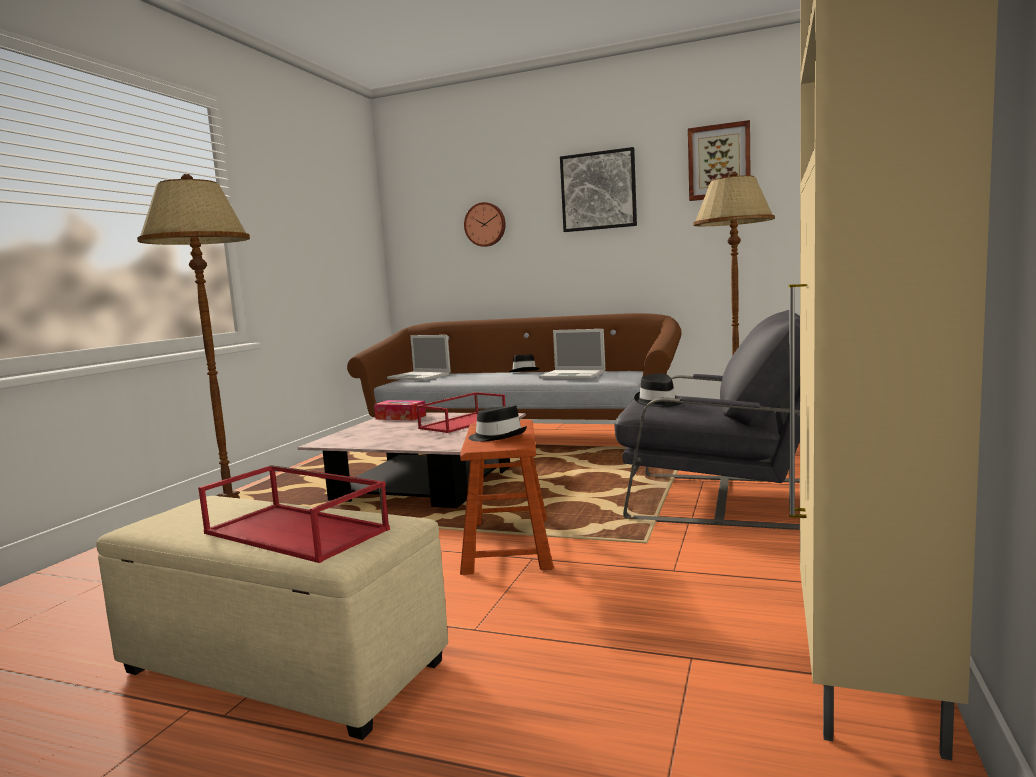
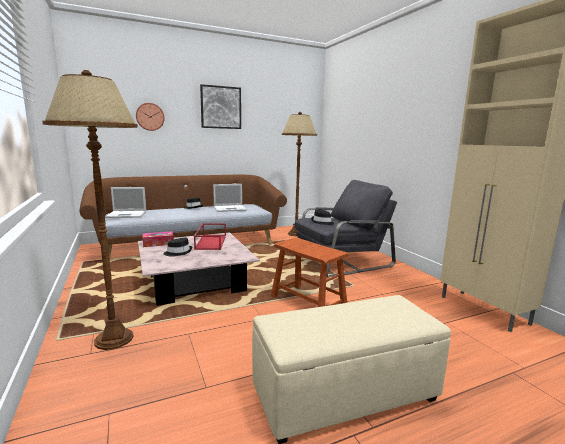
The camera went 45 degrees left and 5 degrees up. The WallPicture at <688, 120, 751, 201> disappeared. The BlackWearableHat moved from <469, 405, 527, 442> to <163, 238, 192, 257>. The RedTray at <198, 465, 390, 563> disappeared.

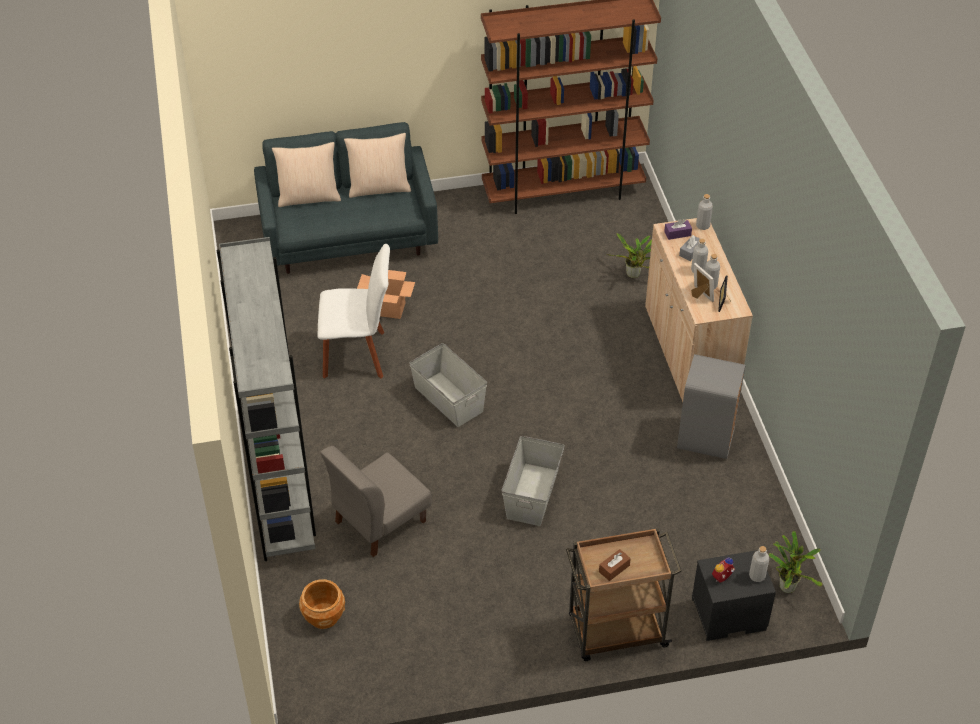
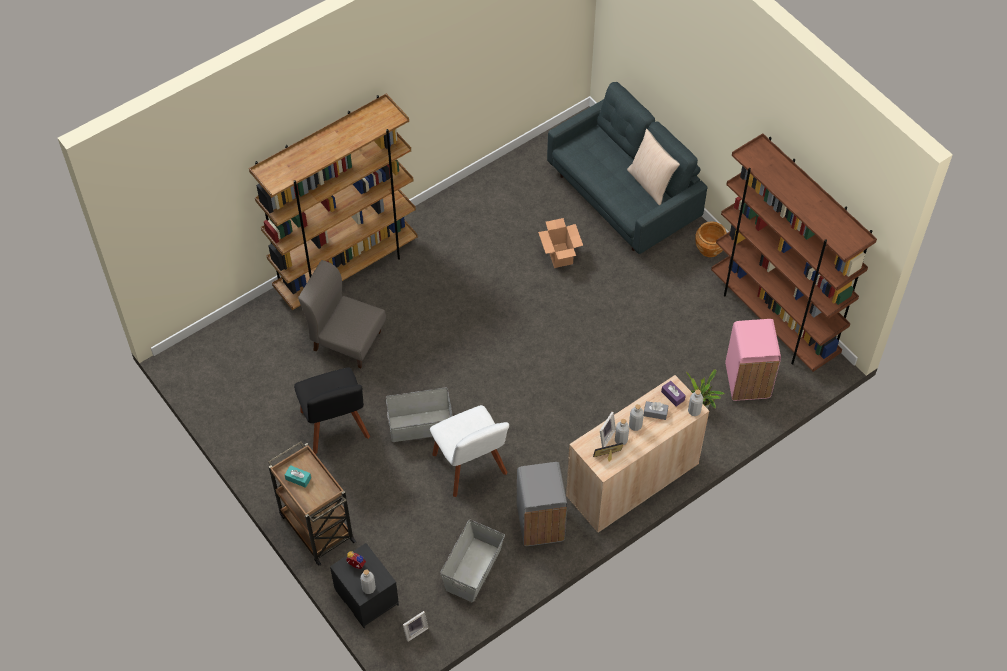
The camera went 65 degrees right and 10 degrees up. The BeigeCushion at <272, 142, 341, 207> disappeared. The GreyBookshelf at <217, 237, 316, 561> became the BrownishBookshelf at <249, 94, 418, 310>. The WhiteColouredUprightChair moved from <317, 244, 390, 379> to <430, 405, 509, 497>. The GreyStorageBox moved from <409, 343, 487, 427> to <440, 520, 505, 602>. The Houseplant at <769, 531, 823, 593> was replaced by the PictureFrame at <403, 611, 429, 642>. The BrownishTissueBox at <599, 549, 631, 581> became the TurquoiseTissueBox at <285, 465, 311, 488>. The BrownishPlanter moved from <299, 579, 345, 629> to <695, 221, 727, 257>. The PinkColouredTrashCan at <725, 319, 781, 401> appeared. The BlackUprightChair at <294, 368, 370, 454> appeared.

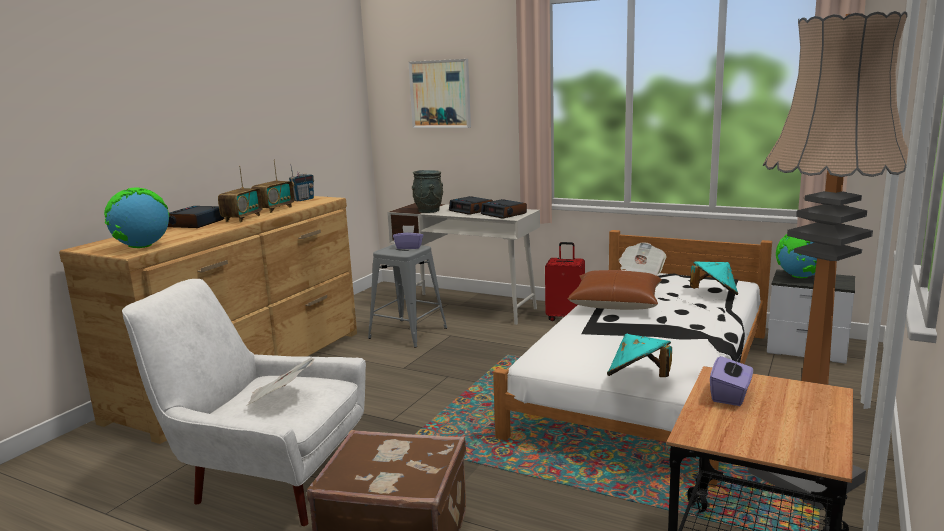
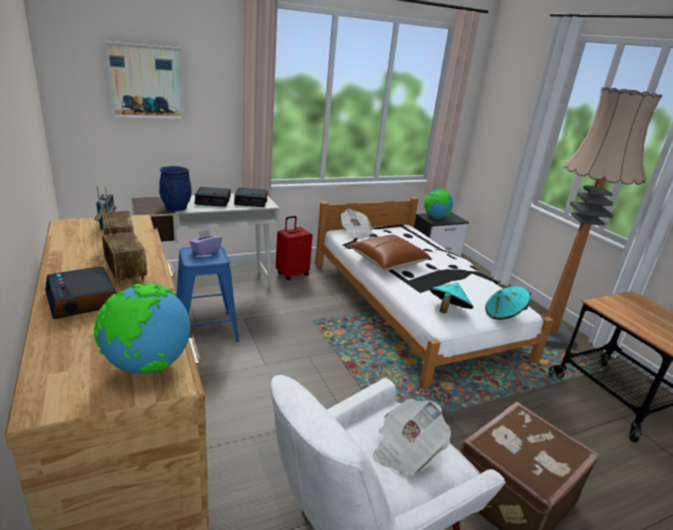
The camera went 55 degrees left and 10 degrees up. The GreyVase at <412, 170, 443, 213> became the BluishVase at <159, 166, 192, 211>. The GreyStoolSeat at <368, 244, 447, 348> became the BluishStoolSeat at <177, 246, 239, 341>. The TurquoiseWearableHat moved from <690, 261, 738, 295> to <430, 283, 474, 313>. The PurplishTissueBox at <710, 353, 753, 406> disappeared.

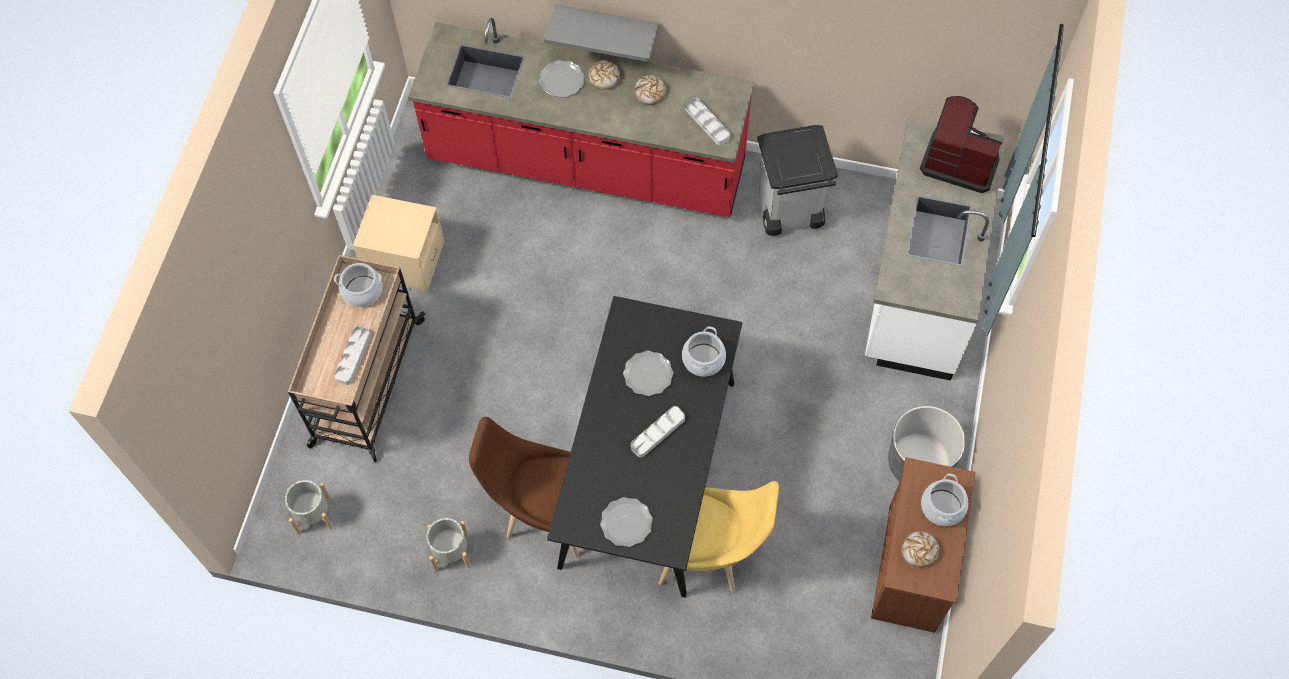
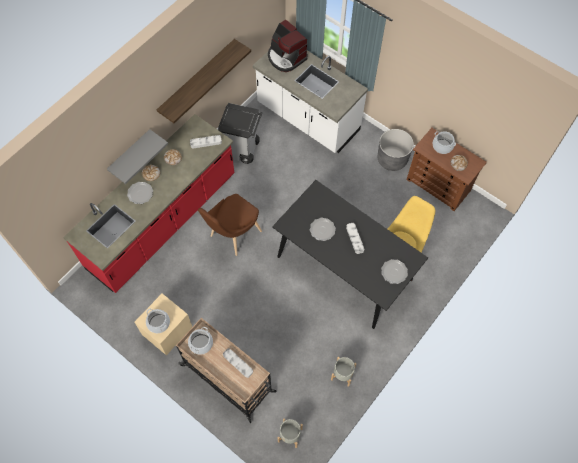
The camera went 65 degrees left and 0 degrees up. The CoffeeMachine at <920, 96, 1002, 193> turned 90 degrees counterclockwise. The CookingPot moved from <682, 326, 726, 377> to <146, 309, 170, 333>. The BrownishUprightChair moved from <469, 417, 579, 558> to <198, 194, 262, 256>. The Shelf at <157, 39, 251, 123> appeared.

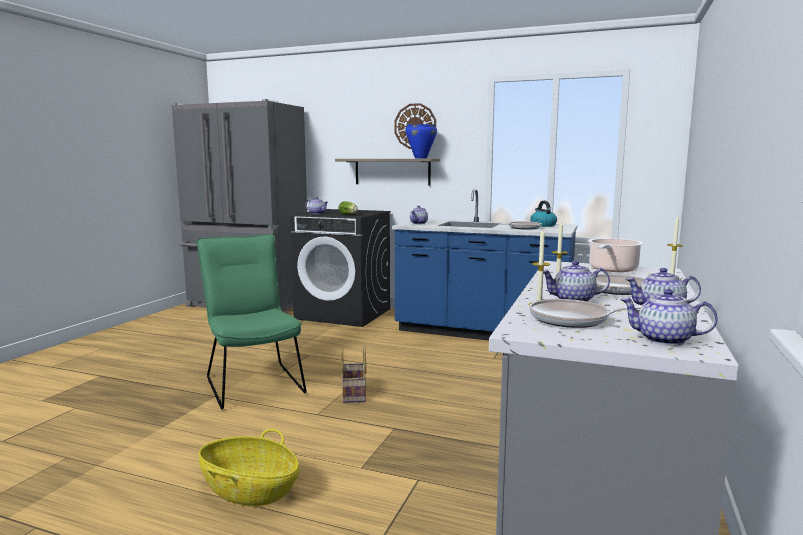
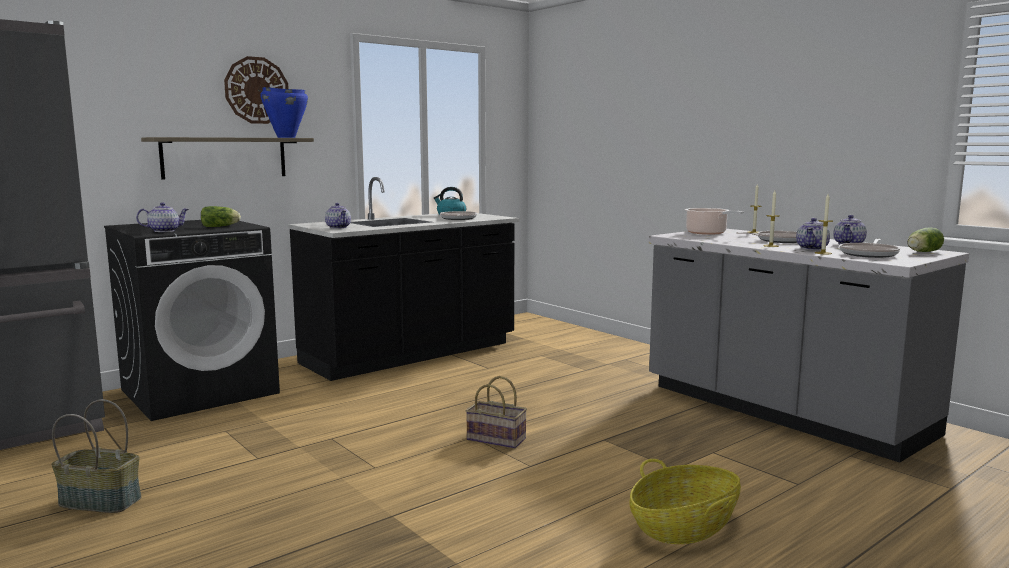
The camera went 60 degrees left and 0 degrees up. The BluishKitchenCounter at <392, 189, 577, 341> became the BlackKitchenCounter at <288, 177, 519, 381>. The GreenishUprightChair at <196, 234, 307, 409> disappeared. The PotForTea at <620, 289, 718, 346> was replaced by the LettuceHead at <907, 228, 944, 252>. The HouseholdBasket at <51, 399, 141, 513> appeared.

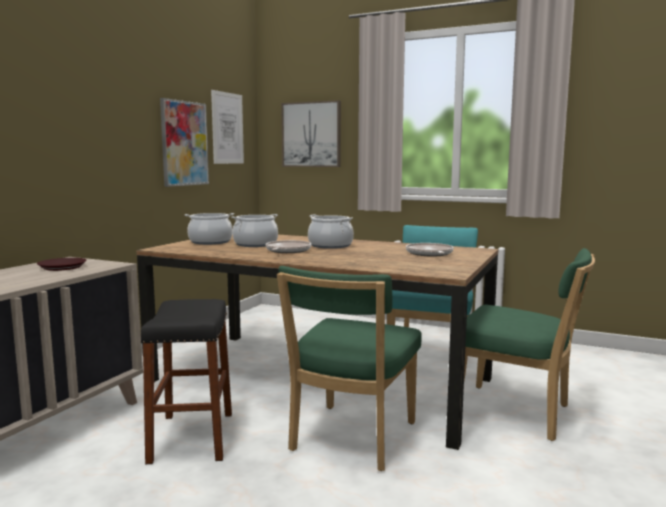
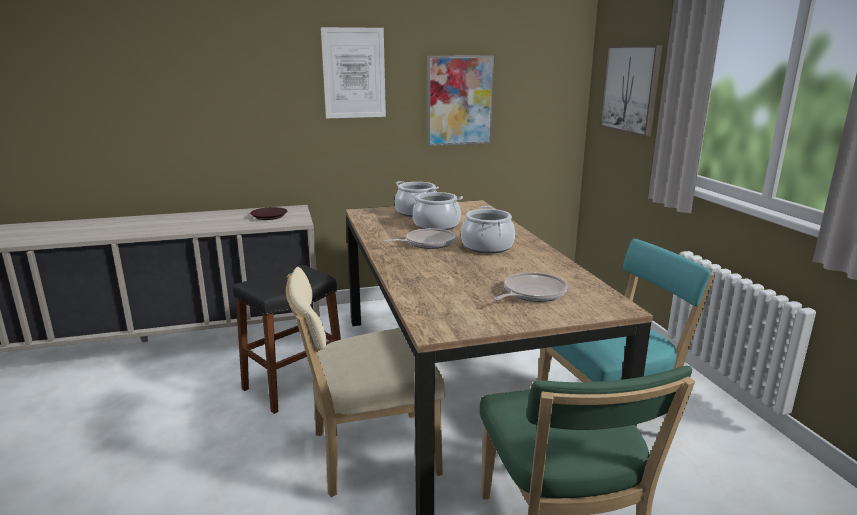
The camera went 50 degrees right and 10 degrees up. The WallPicture moved from <211, 90, 244, 164> to <321, 27, 386, 119>. The GreenishUprightChair at <277, 266, 421, 471> became the BeigeUprightChair at <286, 267, 445, 497>.

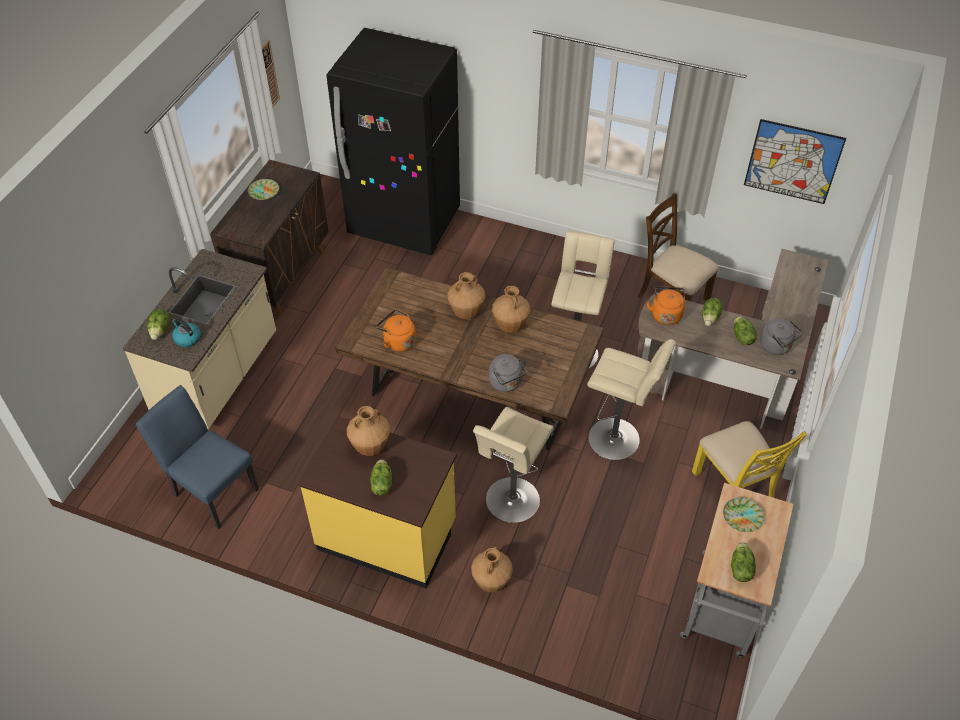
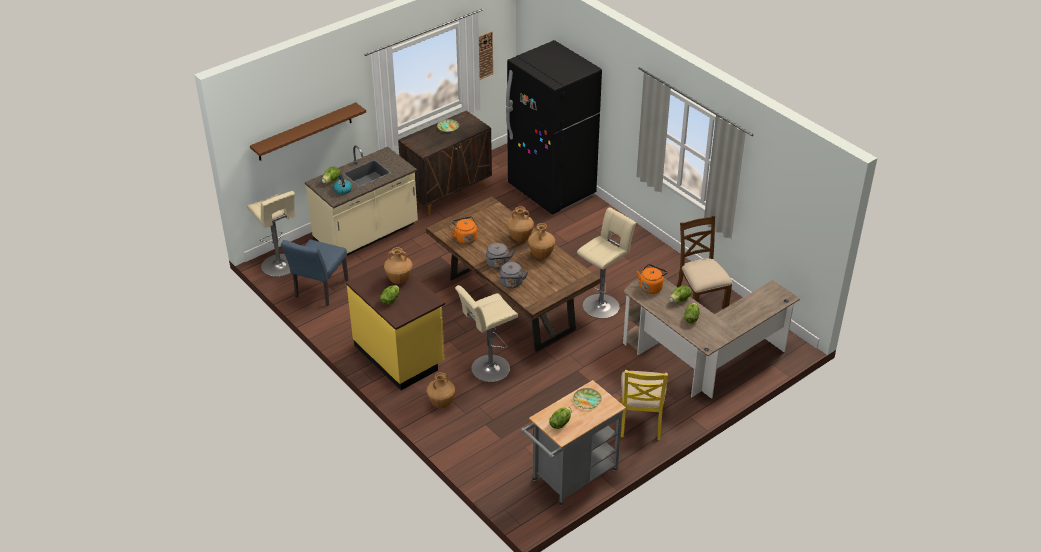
The camera went 30 degrees right and 10 degrees down. The WallPicture at <744, 119, 846, 204> disappeared. The GreyWaterKettle moved from <760, 319, 803, 355> to <486, 243, 514, 269>. The BeigeStoolSeat moved from <587, 339, 676, 460> to <247, 191, 295, 277>. The BluishUprightChair at <136, 385, 259, 529> turned 135 degrees counterclockwise. The BrownishShelf at <250, 103, 366, 160> appeared.

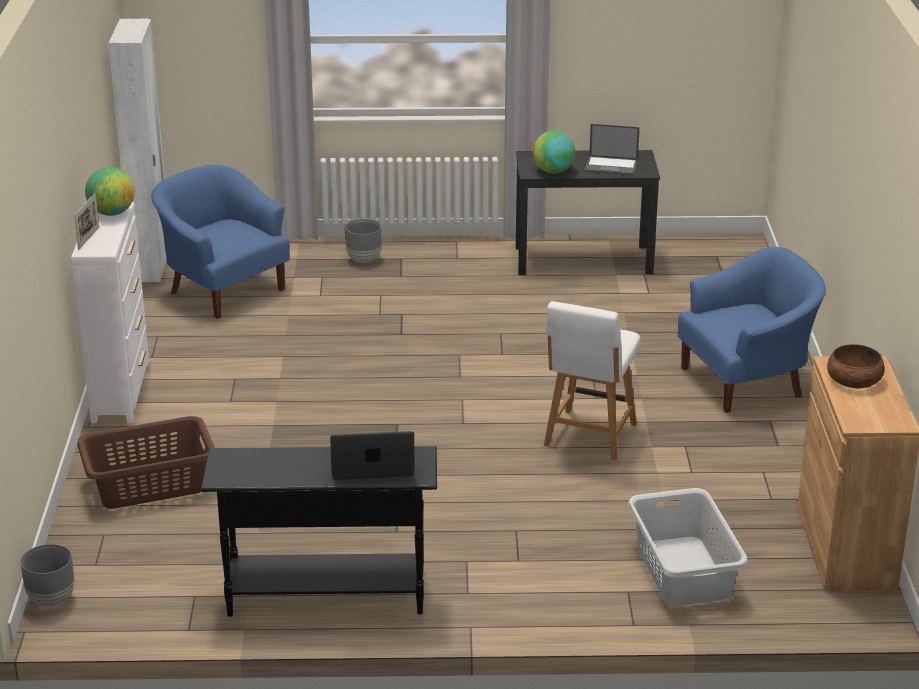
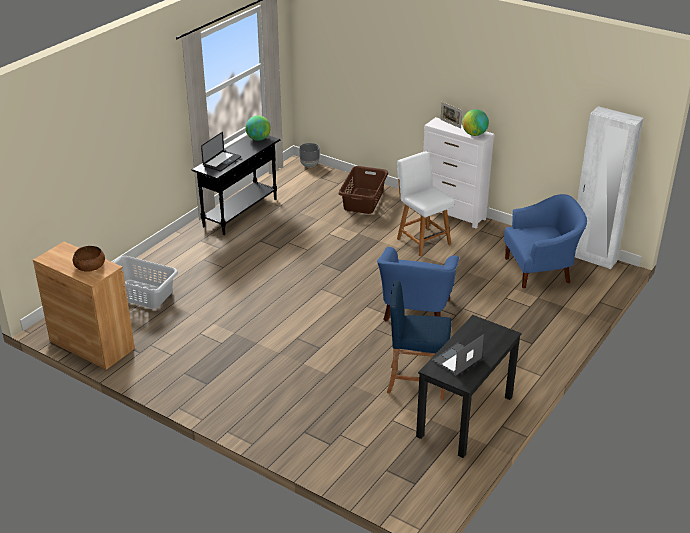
The camera went 125 degrees right and 5 degrees up. The DeskGlobe moved from <533, 130, 576, 173> to <246, 115, 271, 141>. The GreyPlanter at <345, 219, 382, 263> disappeared. The BluishLoungeChair moved from <678, 247, 826, 413> to <377, 247, 459, 321>. The WhiteColouredUprightChair moved from <544, 301, 641, 460> to <397, 151, 455, 256>. The BluishStoolSeat at <387, 280, 452, 399> appeared.

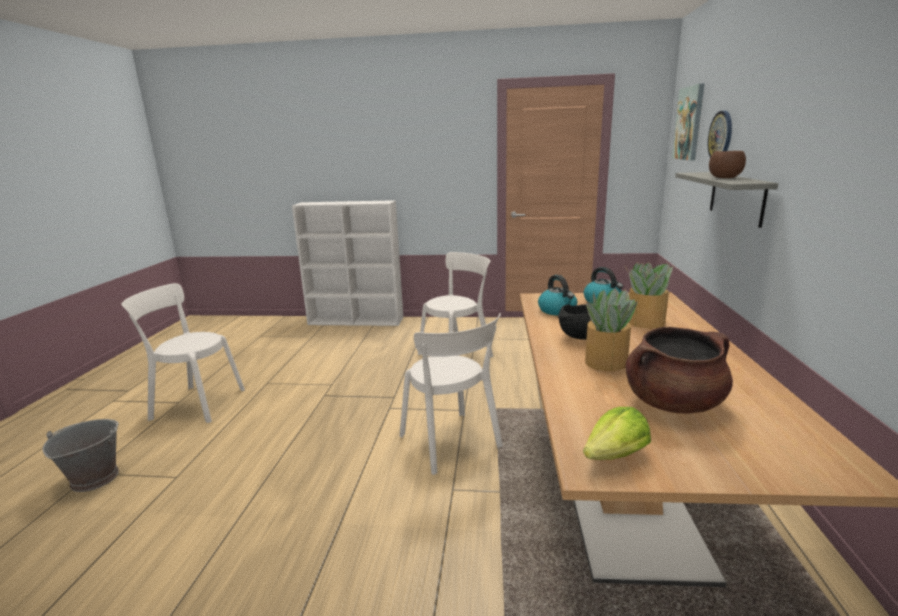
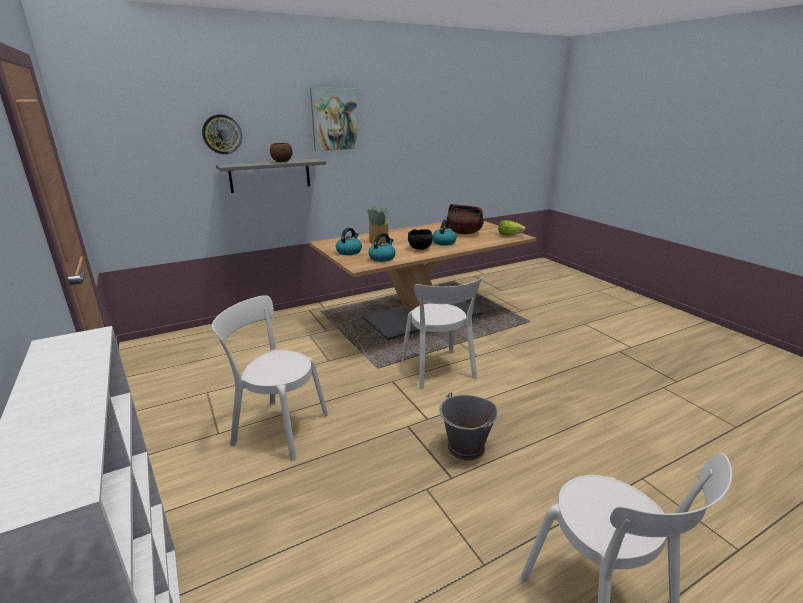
The camera went 125 degrees left and 5 degrees up. The WallPicture moved from <672, 83, 705, 160> to <310, 88, 358, 151>. The Houseplant at <585, 288, 637, 371> was replaced by the WaterKettle at <432, 220, 457, 245>. The WhiteColouredUprightChair at <400, 313, 503, 475> turned 135 degrees clockwise. The GreyBucket moved from <42, 419, 119, 492> to <439, 392, 498, 461>.

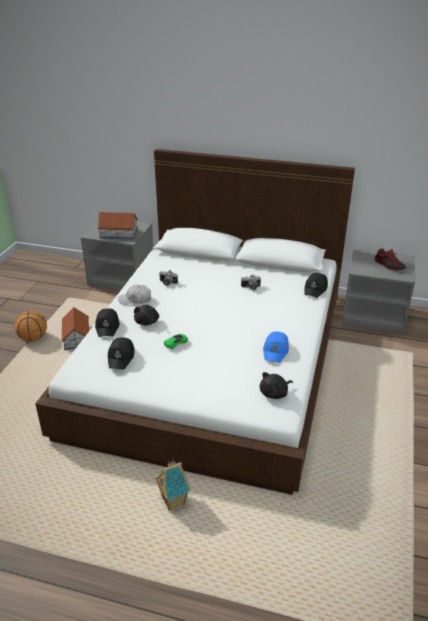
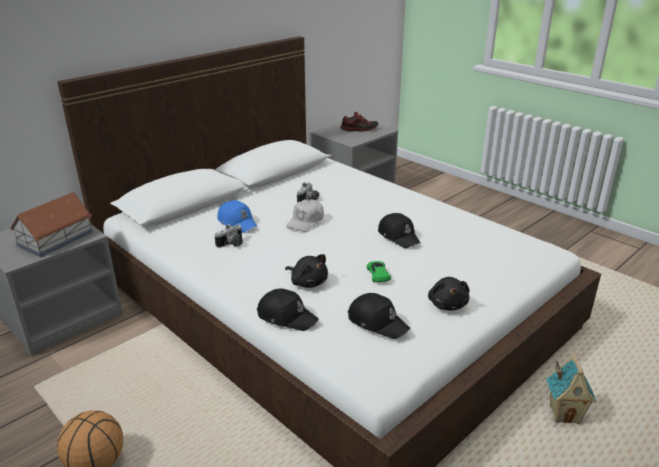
The camera went 60 degrees left and 5 degrees down. The BlackBaseballCap moved from <304, 273, 328, 298> to <378, 213, 421, 248>. The WhiteColouredBaseballCap moved from <118, 284, 151, 305> to <286, 199, 324, 232>. The ModelHouse at <61, 307, 89, 350> disappeared. The BluishBaseballCap moved from <263, 331, 289, 363> to <218, 200, 258, 233>. The BlackCuddlyToy moved from <260, 372, 293, 399> to <428, 277, 469, 311>.

